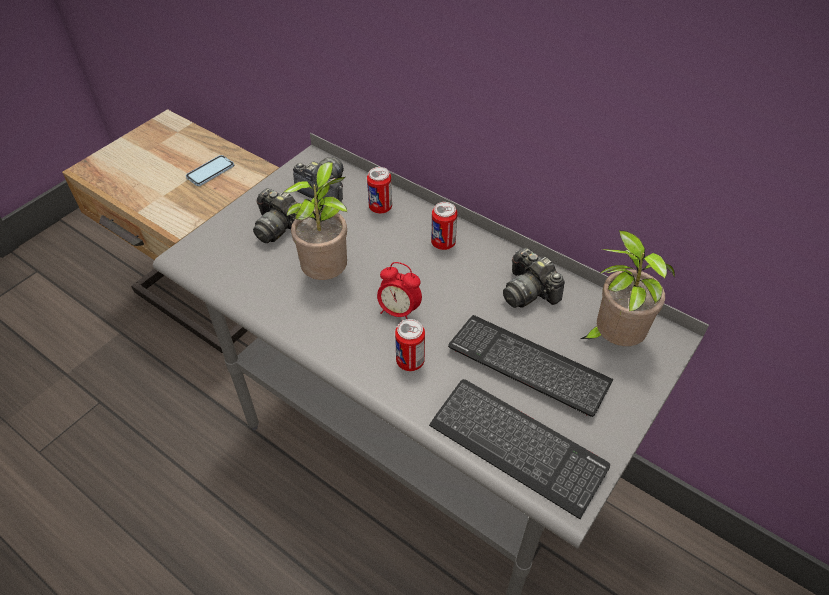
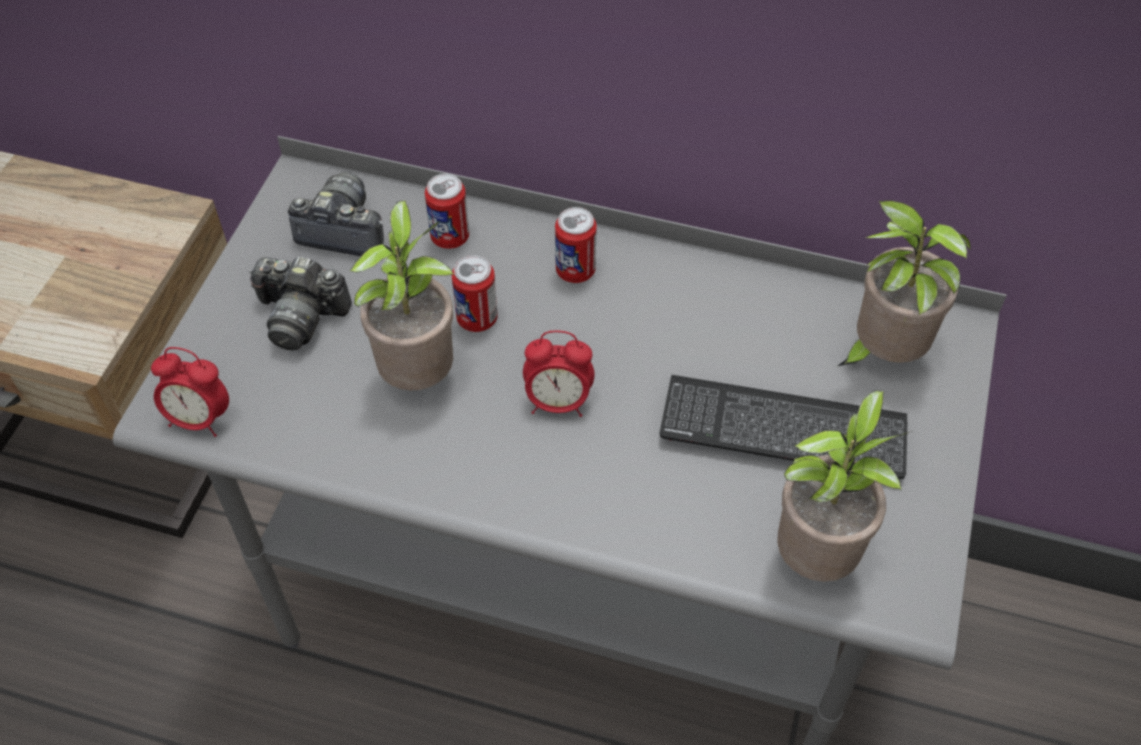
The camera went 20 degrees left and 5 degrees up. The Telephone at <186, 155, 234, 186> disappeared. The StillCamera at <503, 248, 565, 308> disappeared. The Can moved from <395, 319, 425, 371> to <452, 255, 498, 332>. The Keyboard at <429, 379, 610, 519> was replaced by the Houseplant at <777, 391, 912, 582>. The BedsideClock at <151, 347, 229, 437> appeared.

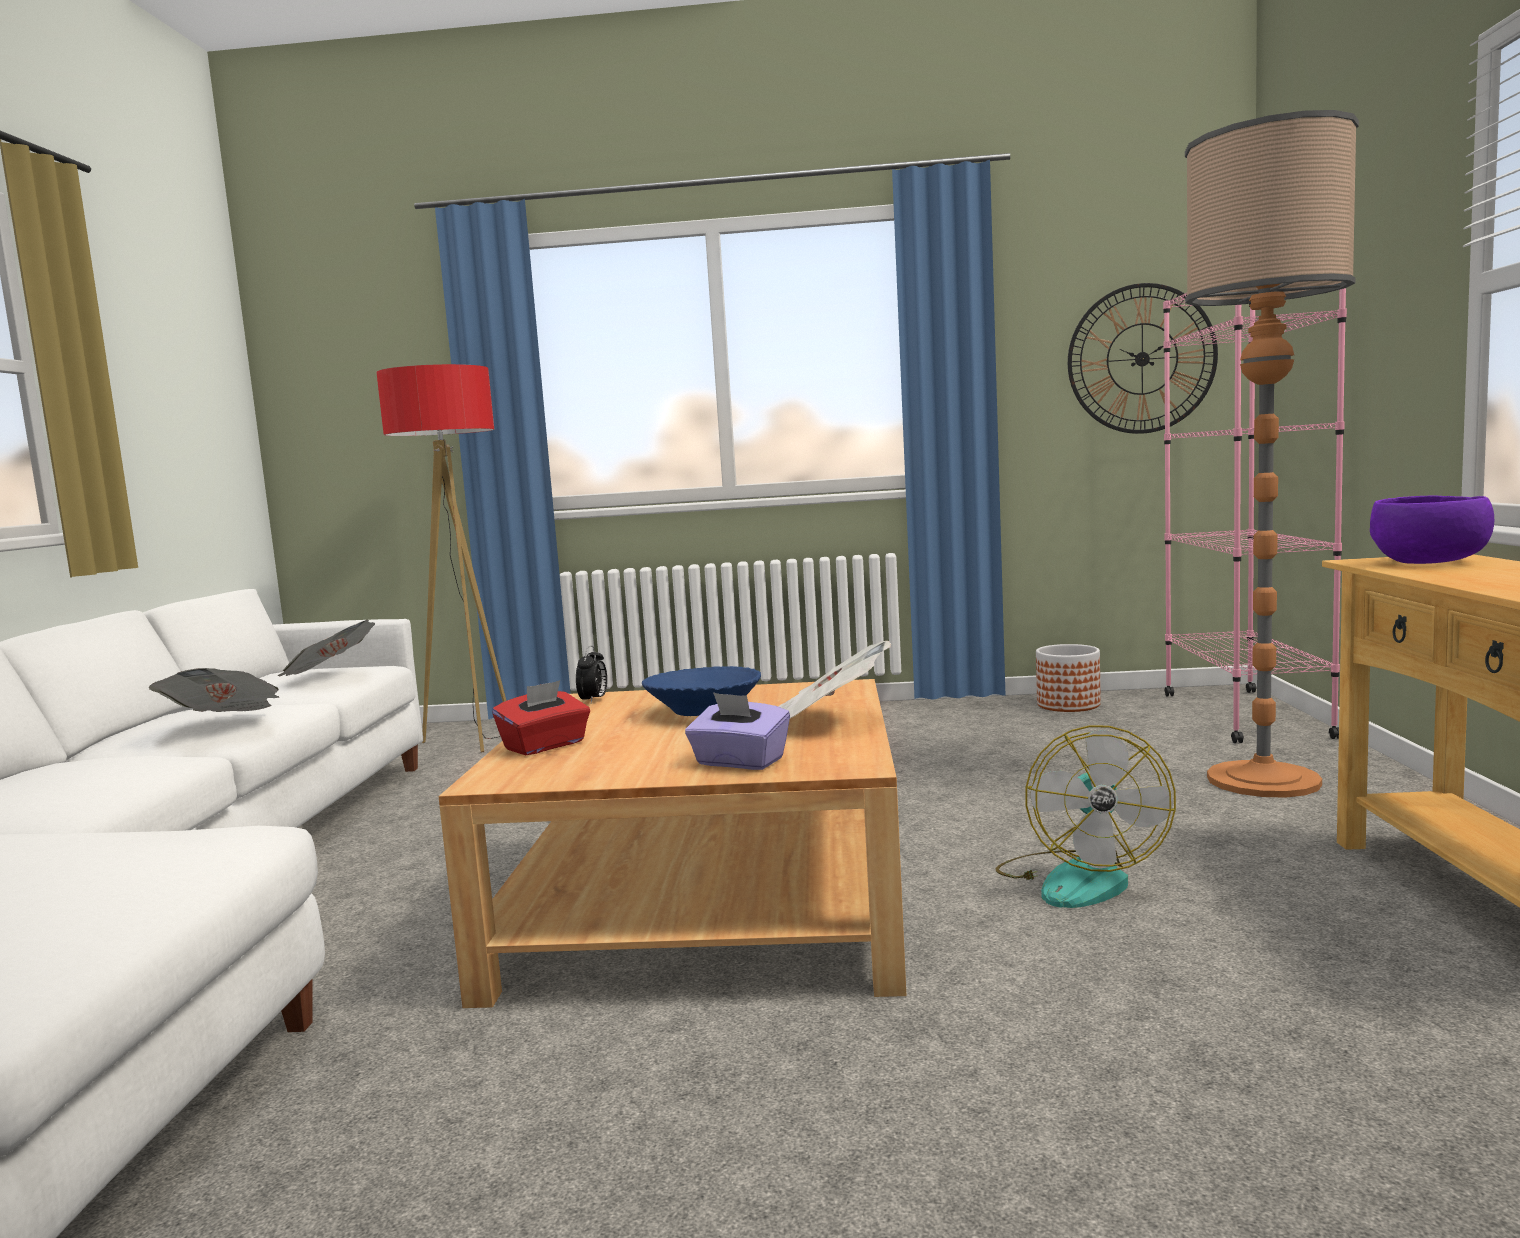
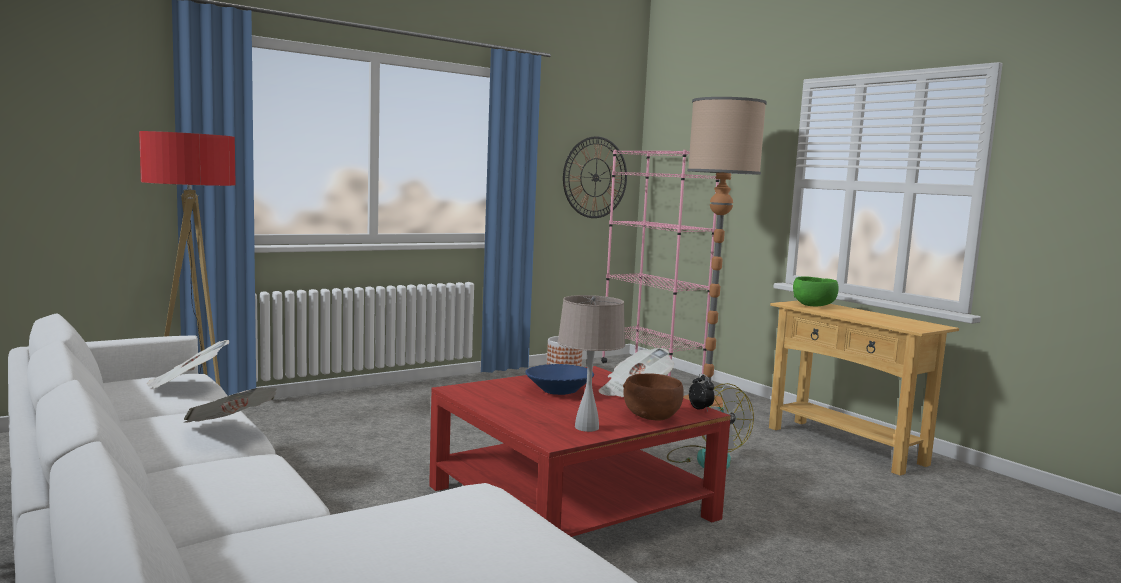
The camera went 40 degrees left and 0 degrees up. The PurplishBowl at <1370, 495, 1494, 564> became the GreenishBowl at <793, 276, 839, 306>. The BedsideClock moved from <576, 646, 607, 703> to <689, 374, 715, 412>. The BeigeCoffeeTable at <439, 679, 907, 1008> became the RedCoffeeTable at <429, 366, 731, 537>. The RedTissueBox at <492, 680, 590, 755> disappeared. The PurplishTissueBox at <685, 692, 790, 770> was replaced by the BrownishBowl at <623, 374, 684, 421>. The BeigeLampForATable at <558, 295, 625, 432> appeared.

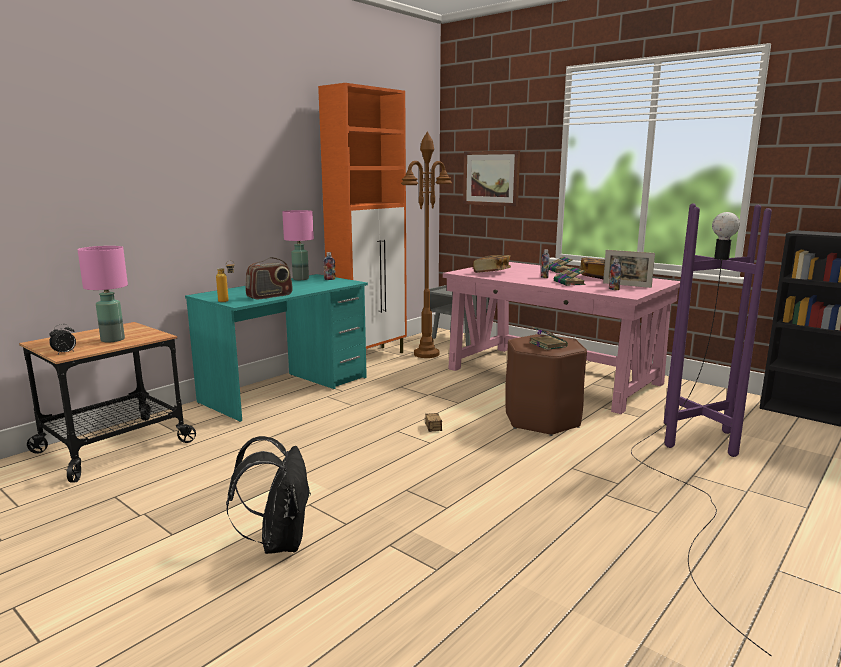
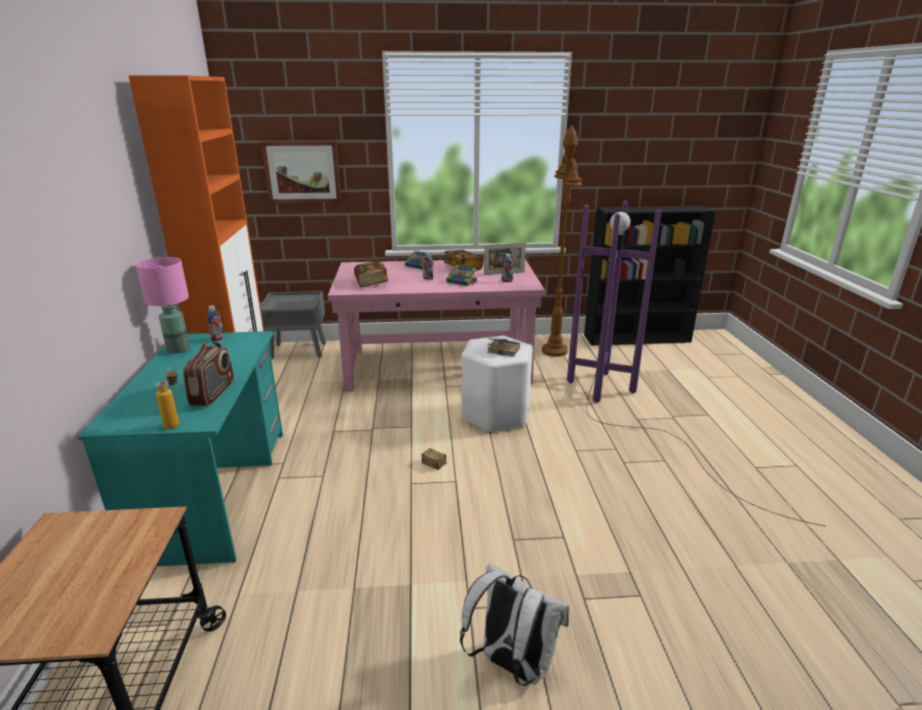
The camera went 45 degrees left and 10 degrees up. The BrownishStandingLamp moved from <401, 132, 452, 358> to <542, 125, 582, 357>. The PinkColouredLampForATable at <78, 246, 128, 342> disappeared. The BedsideClock at <49, 324, 76, 354> disappeared. The BrownishStoolSeat at <505, 334, 587, 436> became the WhiteColouredStoolSeat at <461, 336, 533, 433>. The BlackRucksack at <226, 436, 311, 554> became the WhiteColouredRucksack at <460, 563, 569, 686>.

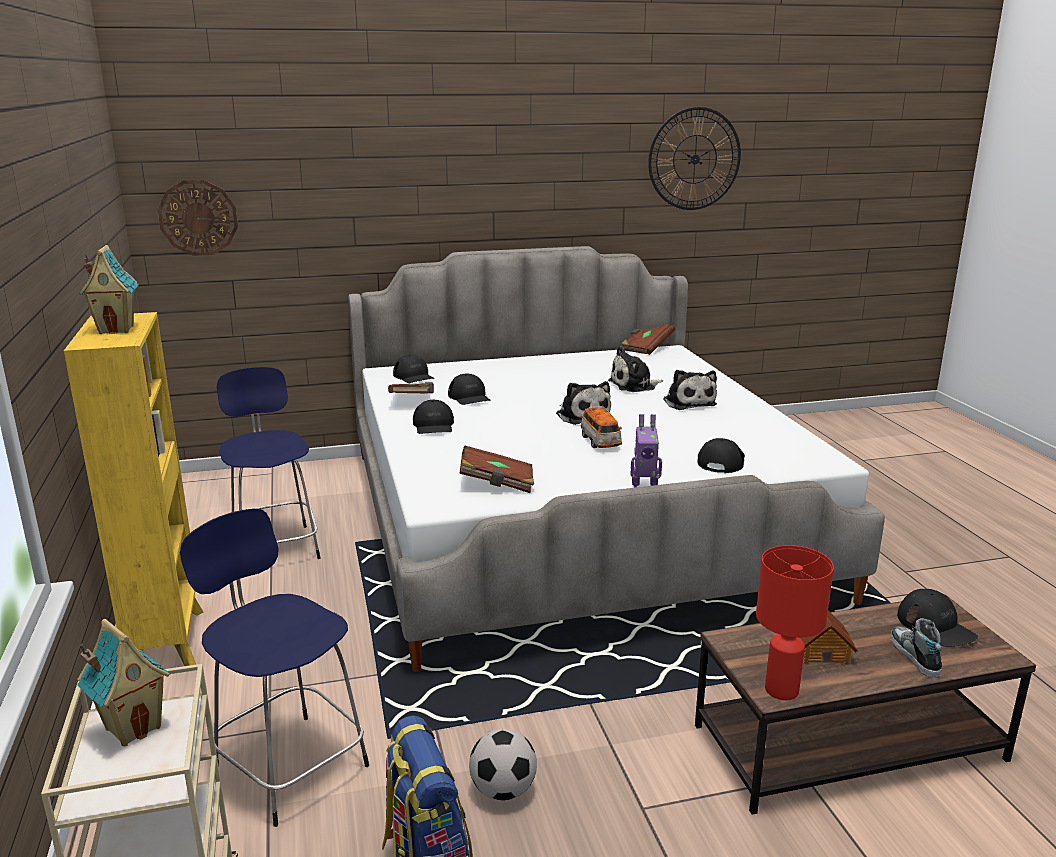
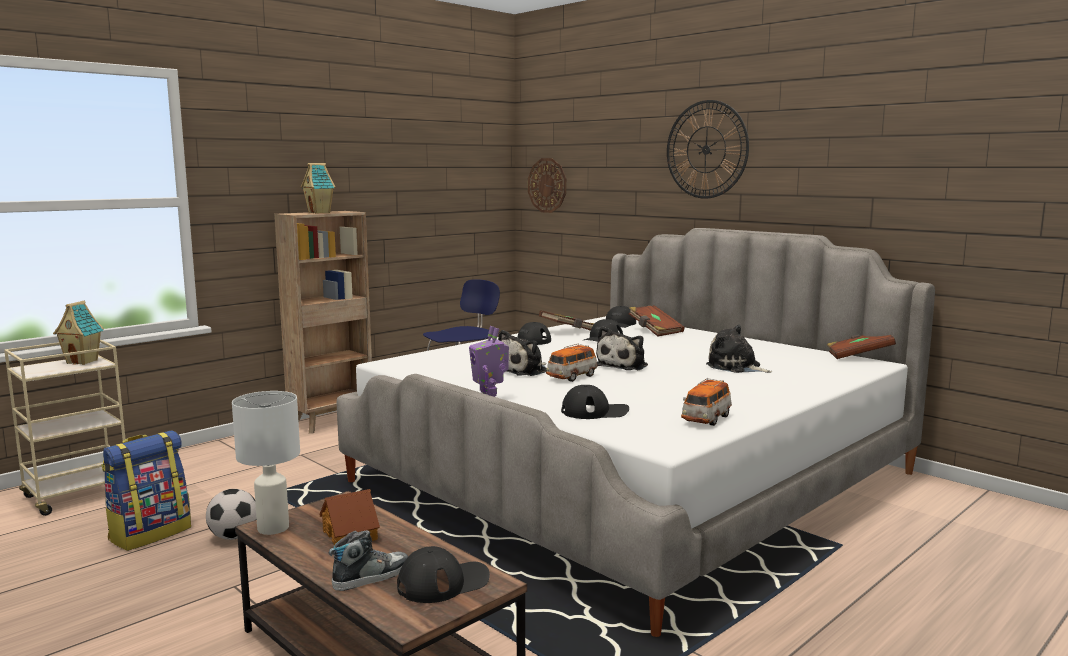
The camera went 60 degrees right and 10 degrees down. The WallClock moved from <648, 107, 741, 210> to <667, 100, 749, 199>. The YellowBookshelf at <64, 312, 203, 666> became the BrownishBookshelf at <274, 211, 372, 434>. The CuddlyToy moved from <663, 370, 717, 410> to <498, 330, 547, 376>. The BrownishVolume moved from <459, 445, 534, 493> to <629, 305, 685, 337>. The BluishStoolSeat at <180, 509, 369, 827> disappeared. The RedLampForATable at <756, 545, 834, 700> became the WhiteColouredLampForATable at <232, 391, 300, 535>. The BlackBaseballCap at <897, 589, 978, 647> turned 150 degrees counterclockwise. The ToyCar at <681, 378, 732, 426> appeared.

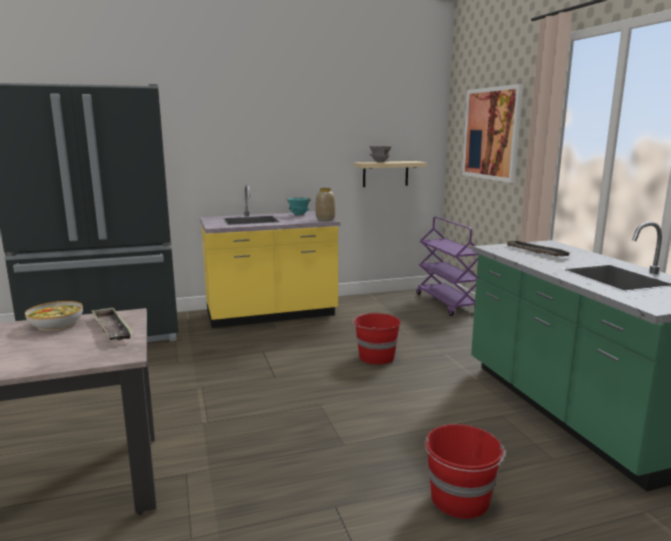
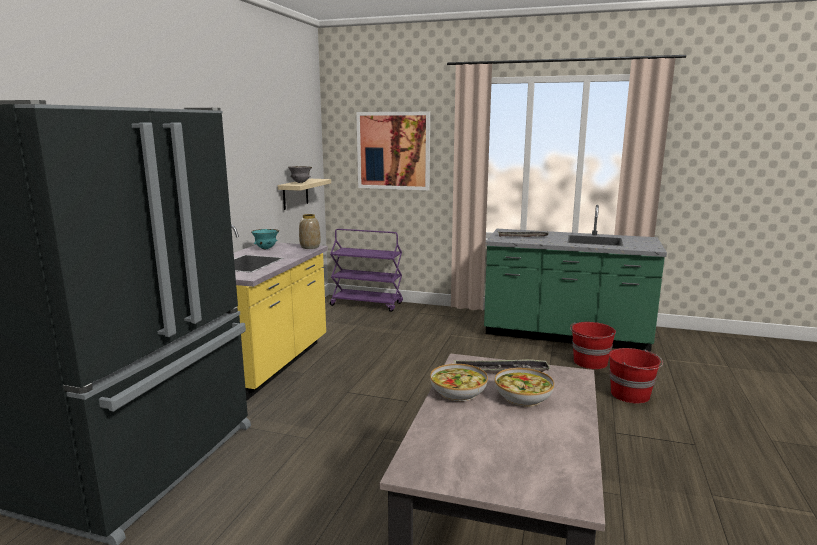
The camera went 55 degrees left and 0 degrees up. The RedBucket moved from <352, 312, 401, 365> to <570, 322, 616, 369>. The Bowl at <495, 368, 554, 407> appeared.

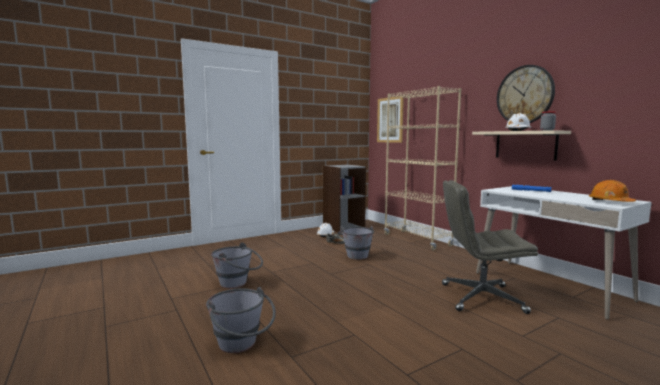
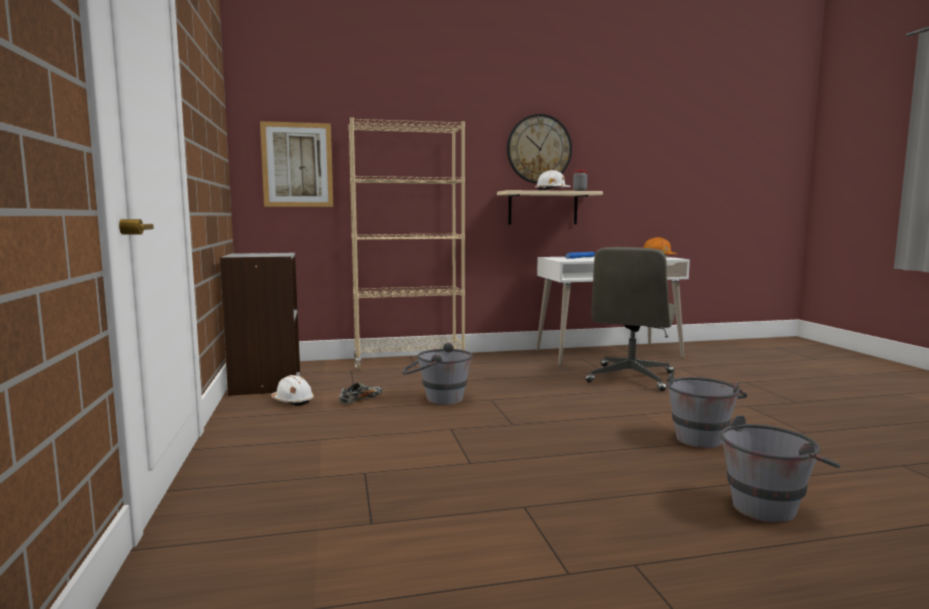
The camera went 70 degrees left and 0 degrees up. The GreyBucket moved from <211, 243, 263, 288> to <667, 373, 748, 448>.

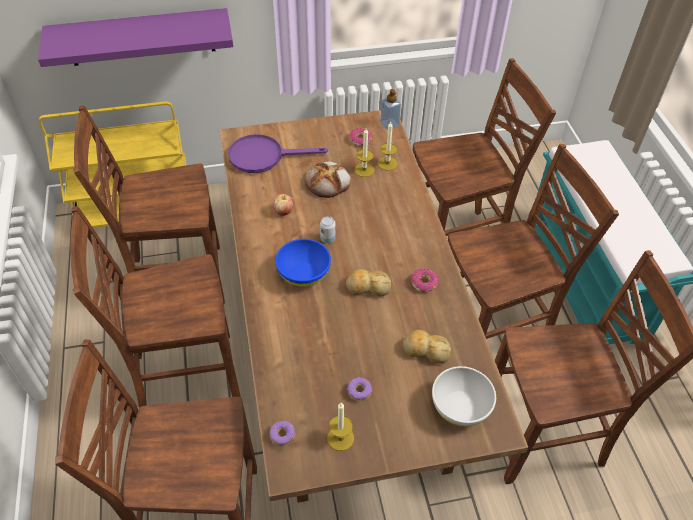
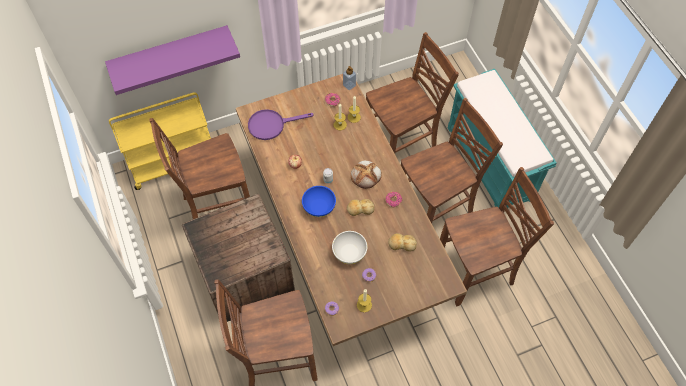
The camera went 10 degrees left and 10 degrees up. The BakedBread moved from <305, 161, 351, 198> to <351, 160, 382, 189>. The BrownishUprightChair at <70, 206, 241, 408> was replaced by the Crate at <182, 194, 295, 322>. The WhiteColouredBowl moved from <432, 366, 496, 426> to <332, 231, 367, 264>.

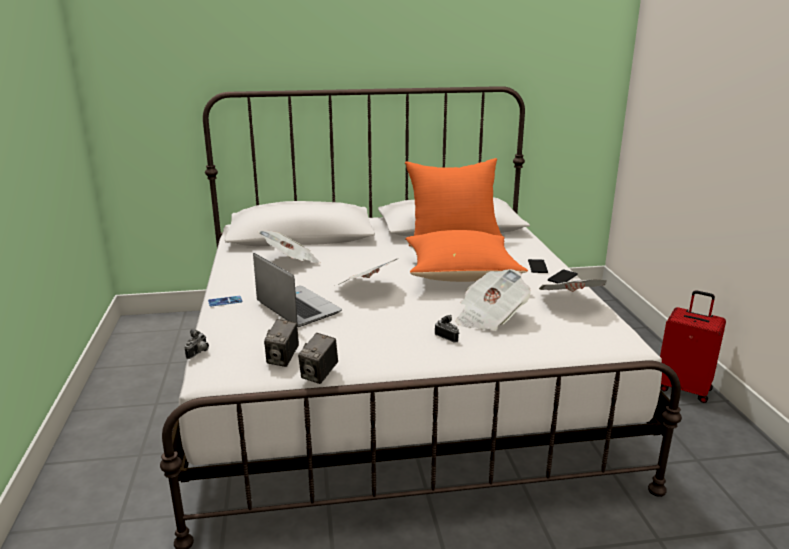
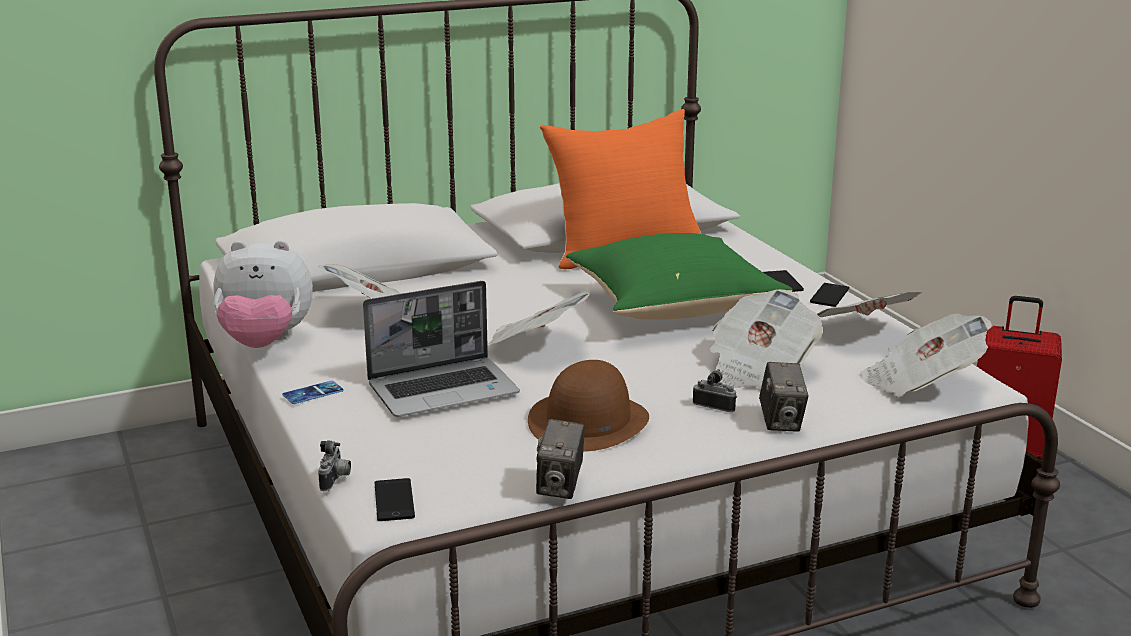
The camera went 15 degrees left and 0 degrees up. The OrangeColouredCushion at <405, 230, 528, 282> became the GreenishCushion at <566, 233, 793, 320>. The NotebookComputer at <253, 253, 342, 327> turned 120 degrees clockwise. The StillCamera moved from <264, 319, 299, 367> to <759, 362, 809, 432>. The CuddlyToy at <214, 240, 313, 348> appeared. The PrintedPaper at <860, 313, 993, 397> appeared. The BrownishWearableHat at <528, 360, 649, 452> appeared. The Telephone at <374, 478, 415, 521> appeared.

